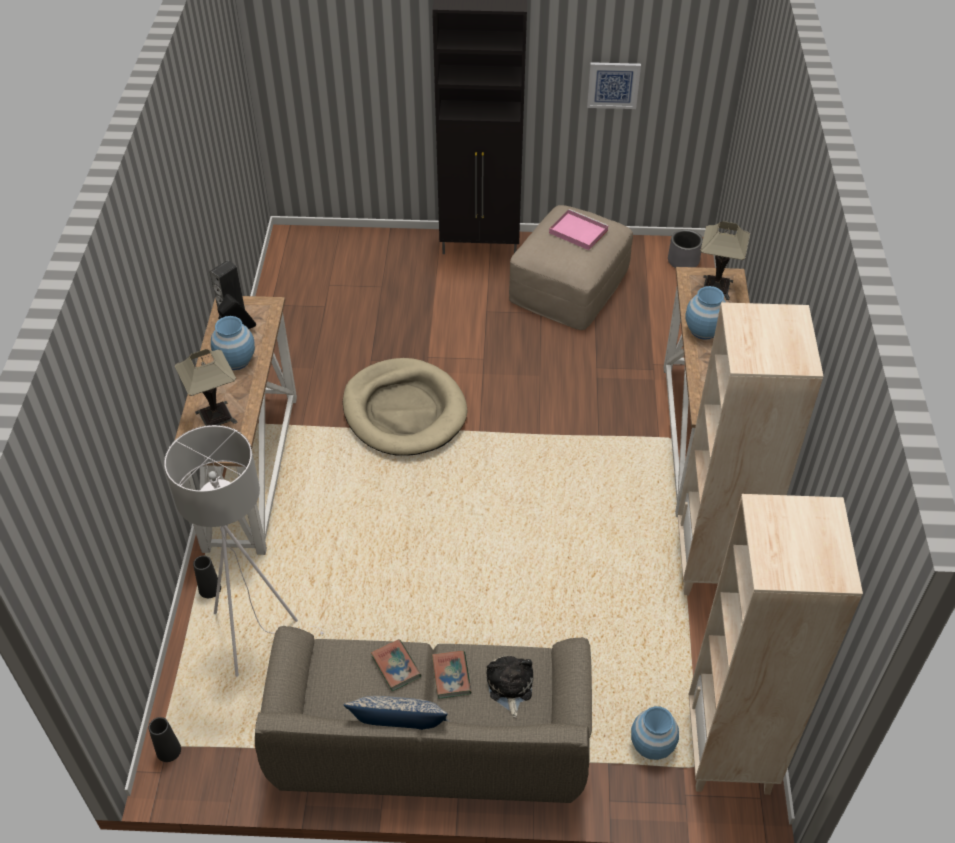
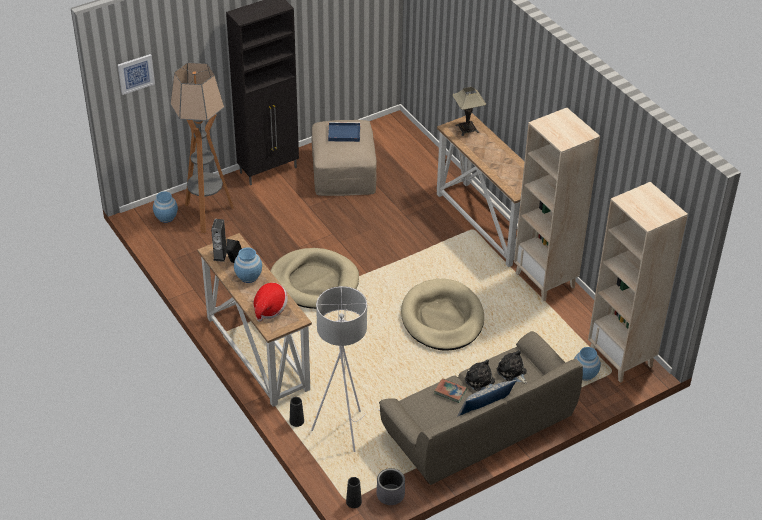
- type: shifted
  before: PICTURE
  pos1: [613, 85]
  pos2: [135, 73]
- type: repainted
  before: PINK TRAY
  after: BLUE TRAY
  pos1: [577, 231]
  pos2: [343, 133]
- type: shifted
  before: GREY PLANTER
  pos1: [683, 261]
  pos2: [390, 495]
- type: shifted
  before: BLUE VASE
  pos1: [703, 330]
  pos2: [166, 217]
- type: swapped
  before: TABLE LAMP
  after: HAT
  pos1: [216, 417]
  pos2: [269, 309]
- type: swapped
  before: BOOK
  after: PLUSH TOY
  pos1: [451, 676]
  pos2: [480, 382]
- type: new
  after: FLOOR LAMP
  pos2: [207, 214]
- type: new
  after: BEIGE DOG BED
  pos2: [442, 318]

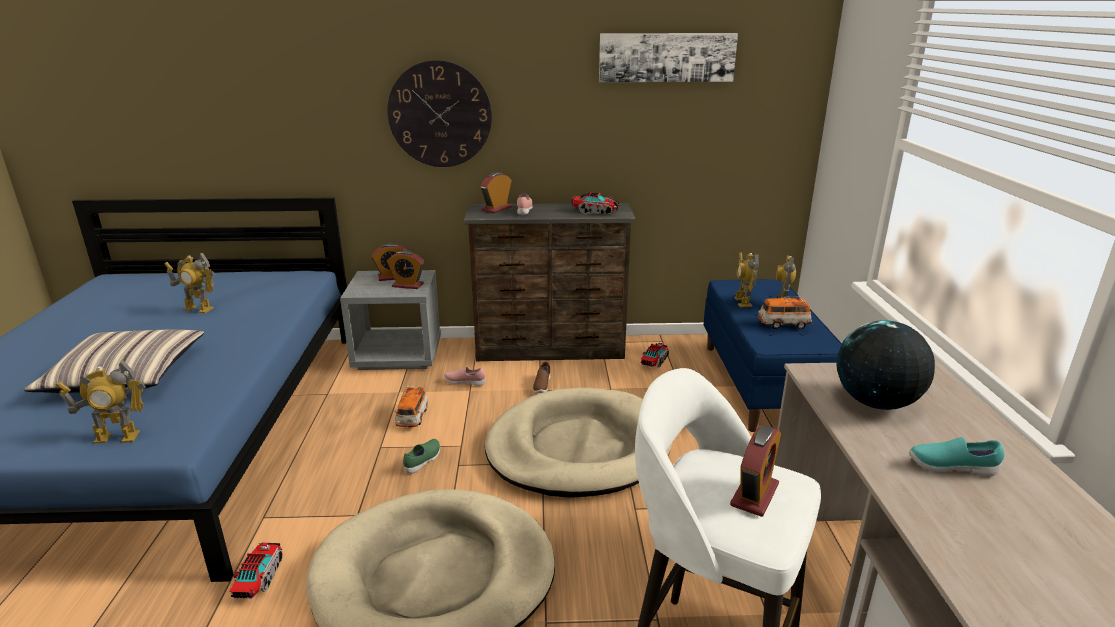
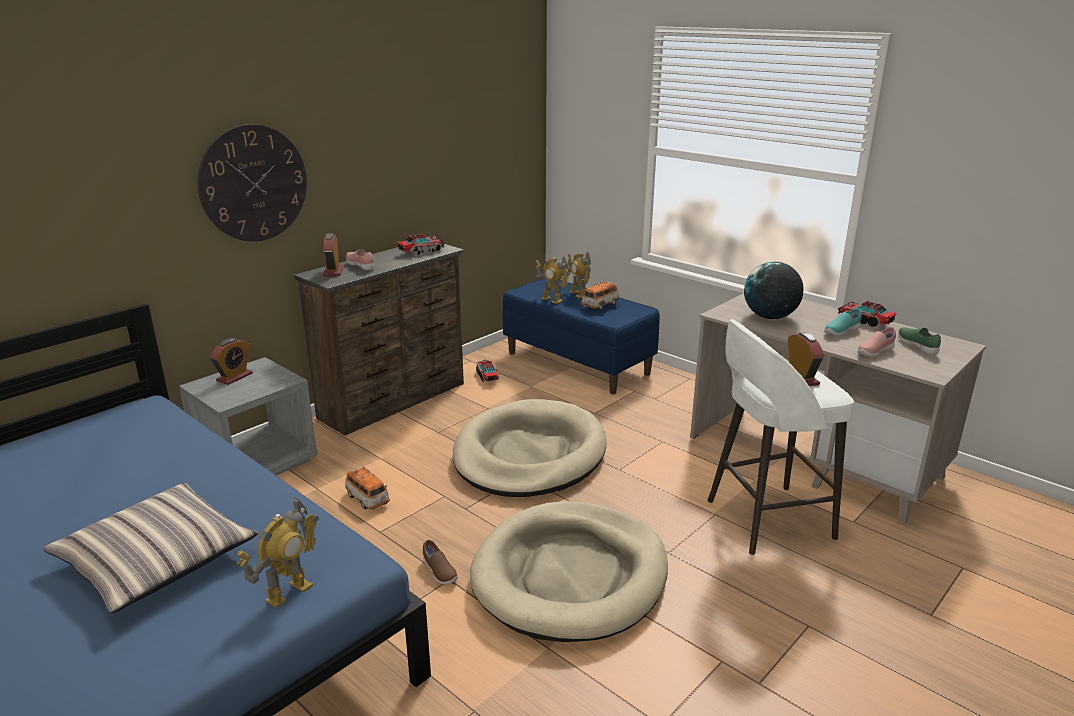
- type: gone
  before: PICTURE
  pos1: [666, 57]
- type: gone
  before: ALARM CLOCK
  pos1: [407, 285]
- type: gone
  before: TOY ROBOT
  pos1: [198, 309]
- type: shifted
  before: BROWN SHOE
  pos1: [542, 386]
  pos2: [439, 572]
- type: shifted
  before: PINK SHOE
  pos1: [465, 382]
  pos2: [874, 352]
- type: shifted
  before: GREEN SHOE
  pos1: [423, 461]
  pos2: [917, 346]
- type: shifted
  before: TOY TRUCK
  pos1: [259, 577]
  pos2: [864, 321]

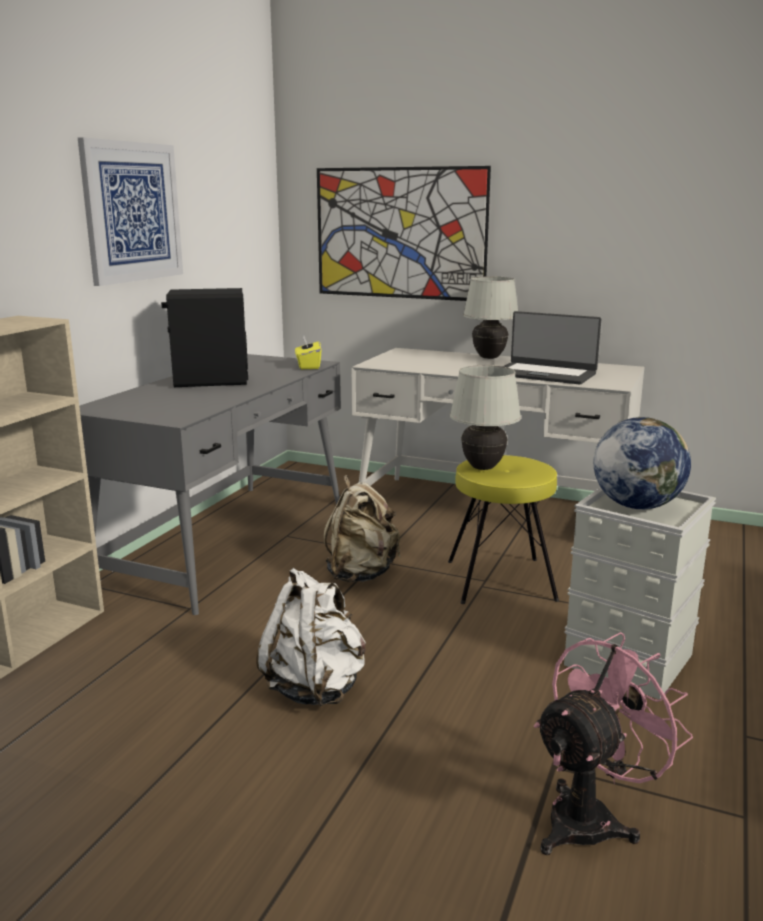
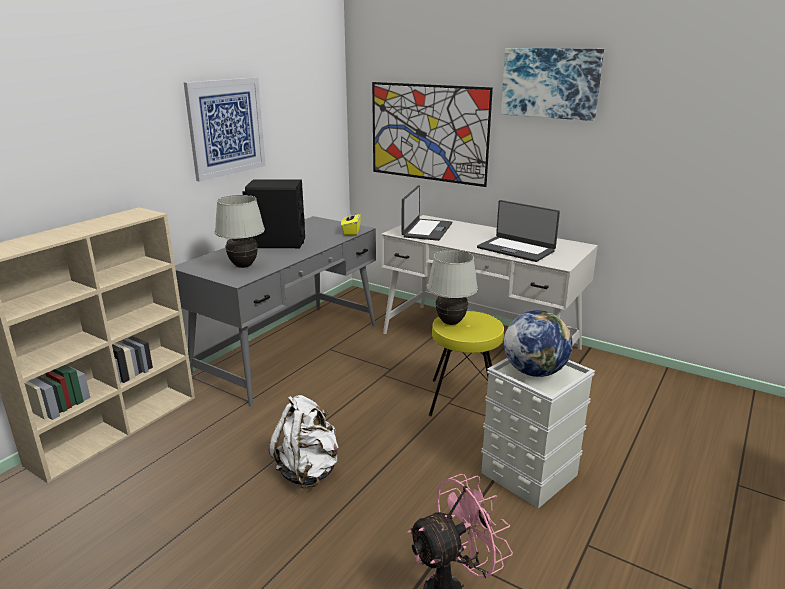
- type: shifted
  before: WHITE TABLE LAMP
  pos1: [489, 358]
  pos2: [243, 266]
- type: gone
  before: BEIGE BACKPACK
  pos1: [360, 574]
- type: new
  after: PICTURE
  pos2: [550, 83]
- type: new
  after: LAPTOP
  pos2: [426, 230]

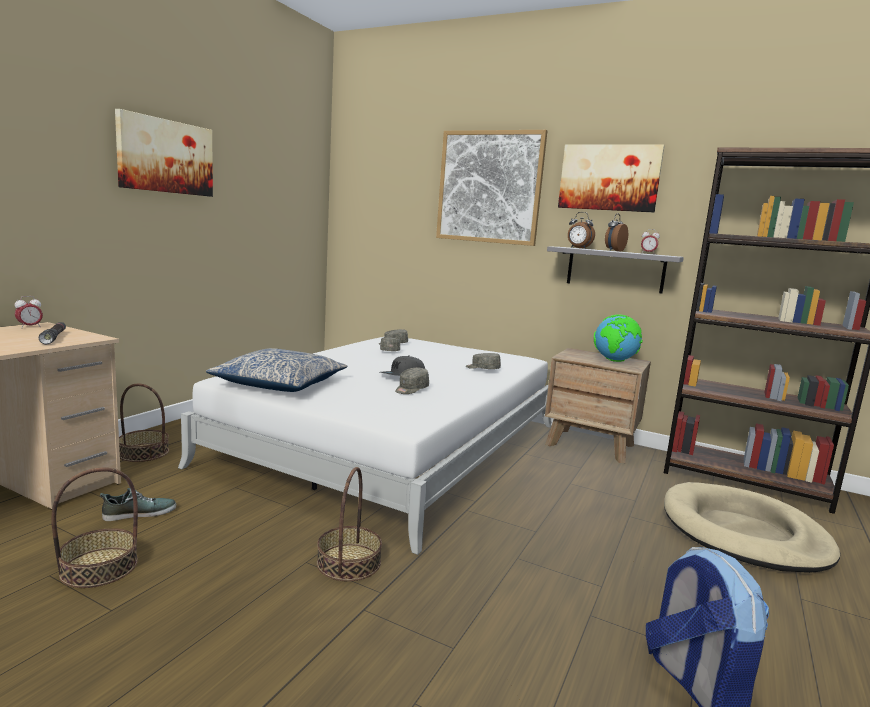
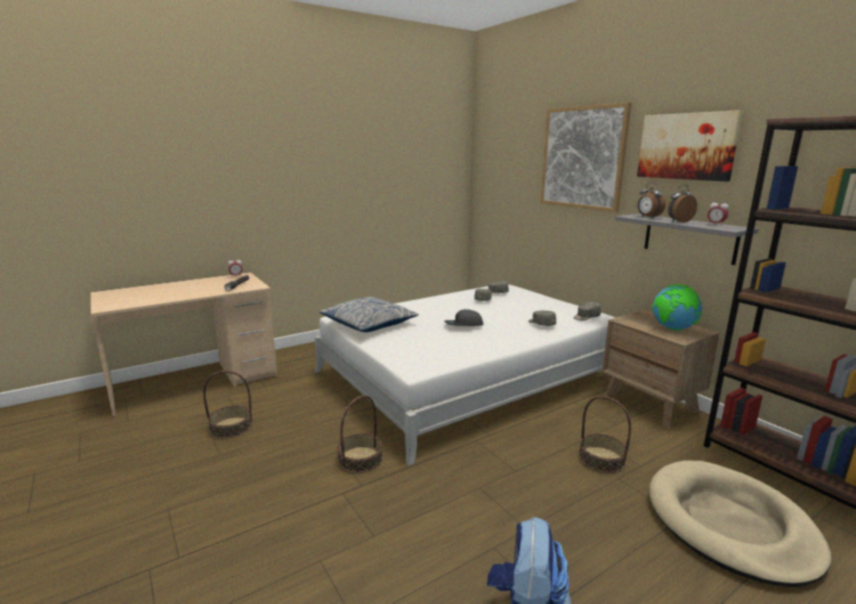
- type: gone
  before: PICTURE
  pos1: [166, 156]
- type: shifted
  before: GREY CAP
  pos1: [411, 389]
  pos2: [586, 317]
- type: shifted
  before: BASKET
  pos1: [143, 452]
  pos2: [601, 459]
- type: gone
  before: SHOE
  pos1: [139, 513]

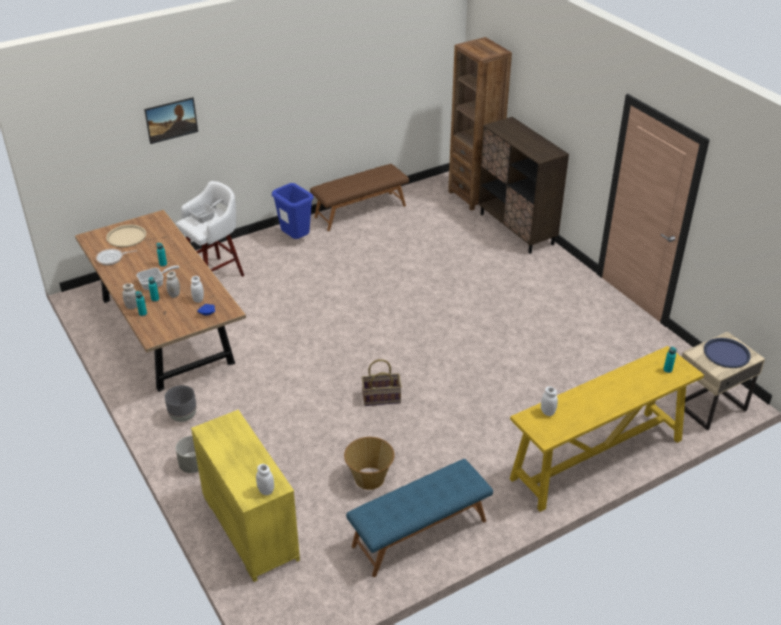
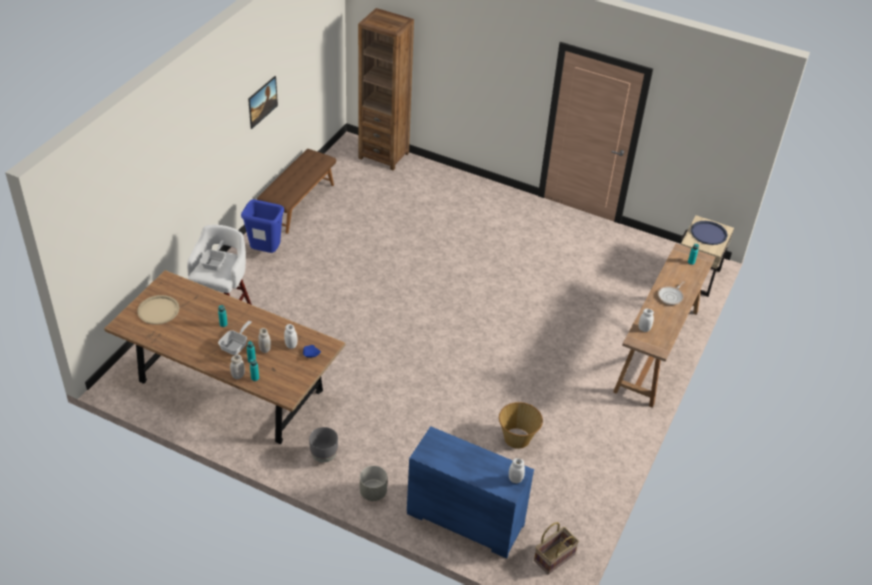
- type: shifted
  before: PICTURE
  pos1: [172, 128]
  pos2: [263, 109]
- type: gone
  before: BROWN CABINET
  pos1: [516, 229]
- type: shifted
  before: FRYING PAN
  pos1: [112, 258]
  pos2: [671, 296]
- type: repainted
  before: YELLOW CONSOLE TABLE
  after: BROWN CONSOLE TABLE
  pos1: [596, 459]
  pos2: [656, 351]
- type: shifted
  before: BASKET
  pos1: [381, 397]
  pos2: [554, 556]
- type: repainted
  before: YELLOW DRESSER
  after: BLUE DRESSER
  pos1: [249, 528]
  pos2: [464, 520]
- type: gone
  before: BLUE BENCH
  pos1: [420, 534]

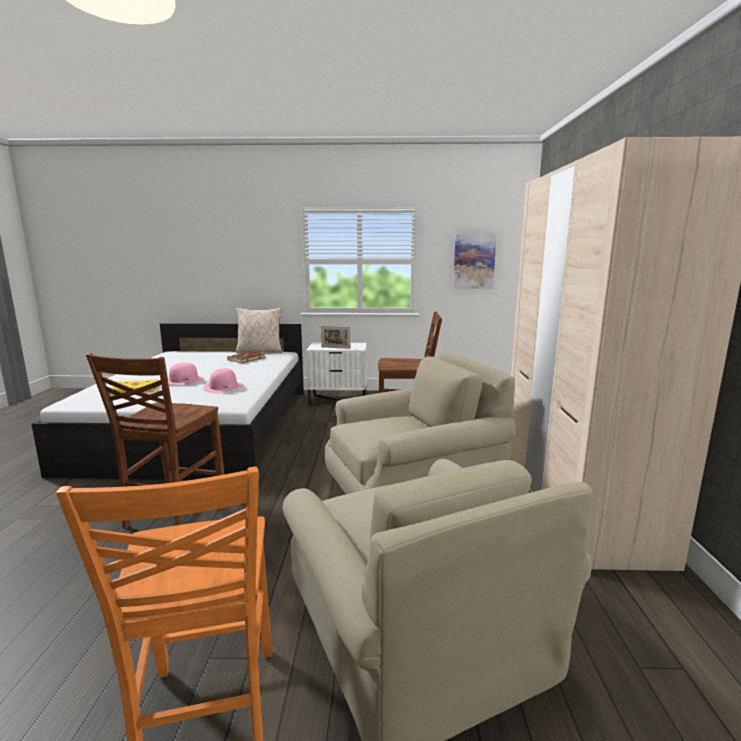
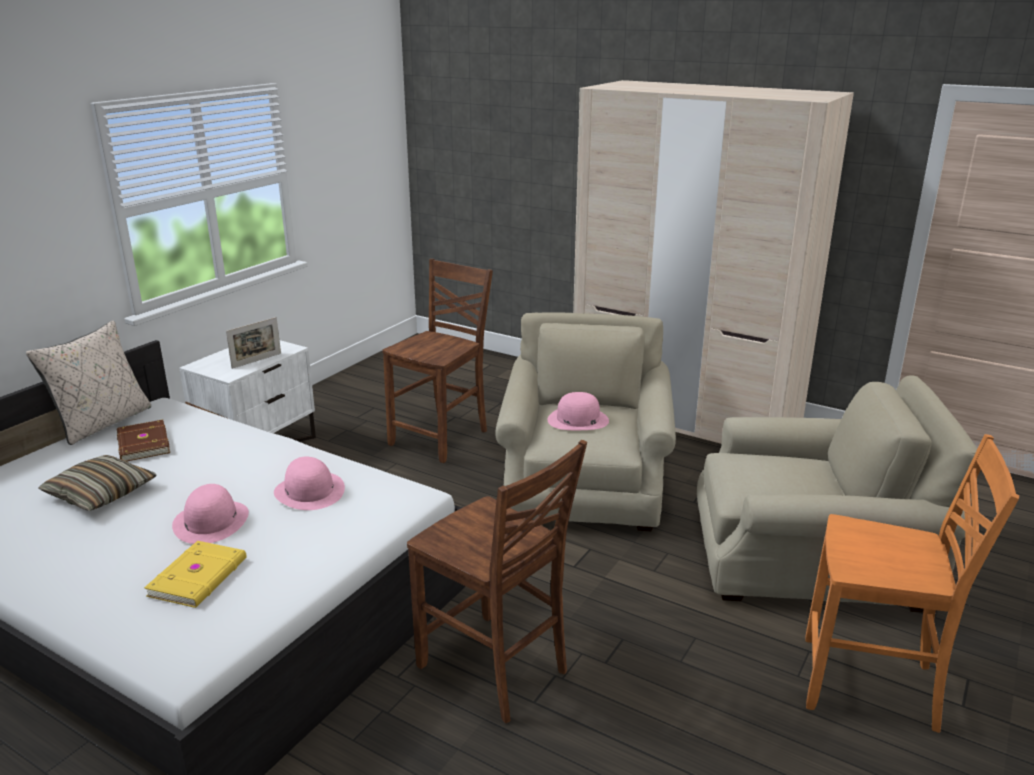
- type: gone
  before: PICTURE
  pos1: [474, 262]
- type: new
  after: PINK HAT
  pos2: [578, 420]
- type: new
  after: PILLOW
  pos2: [100, 493]

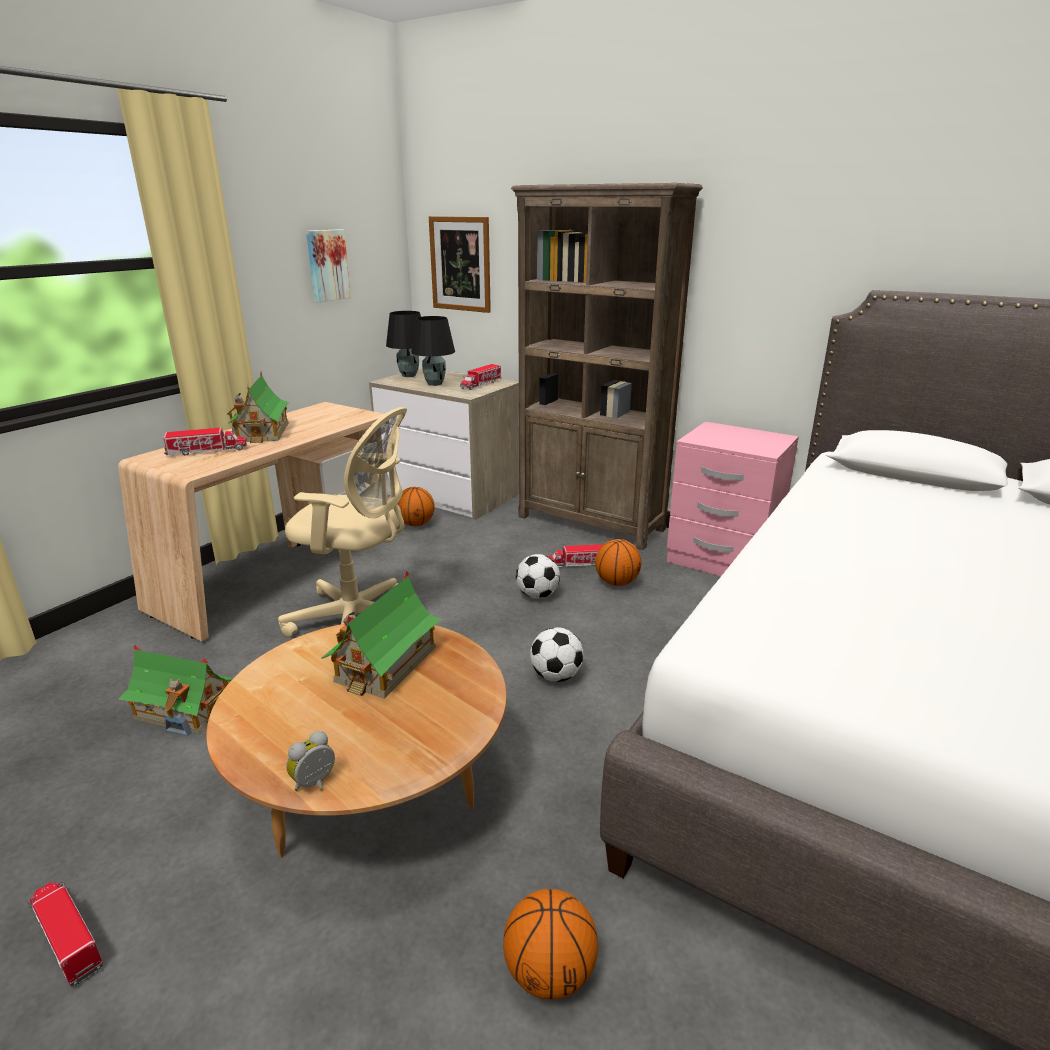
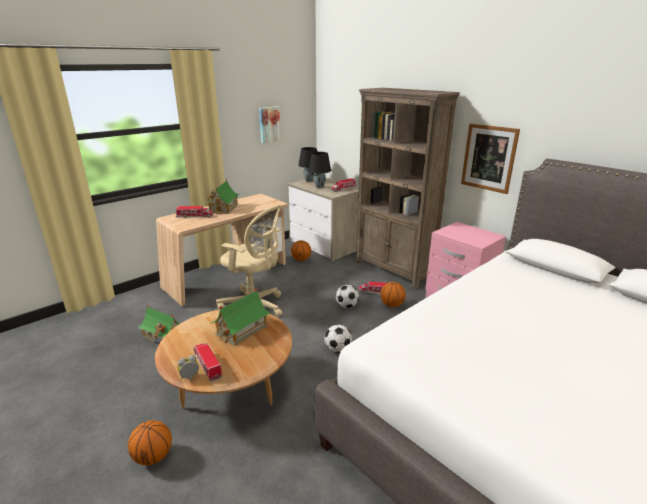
- type: shifted
  before: PICTURE
  pos1: [460, 264]
  pos2: [489, 158]
- type: shifted
  before: TOY TRUCK
  pos1: [66, 936]
  pos2: [207, 364]
- type: shifted
  before: BASKETBALL
  pos1: [549, 973]
  pos2: [153, 457]

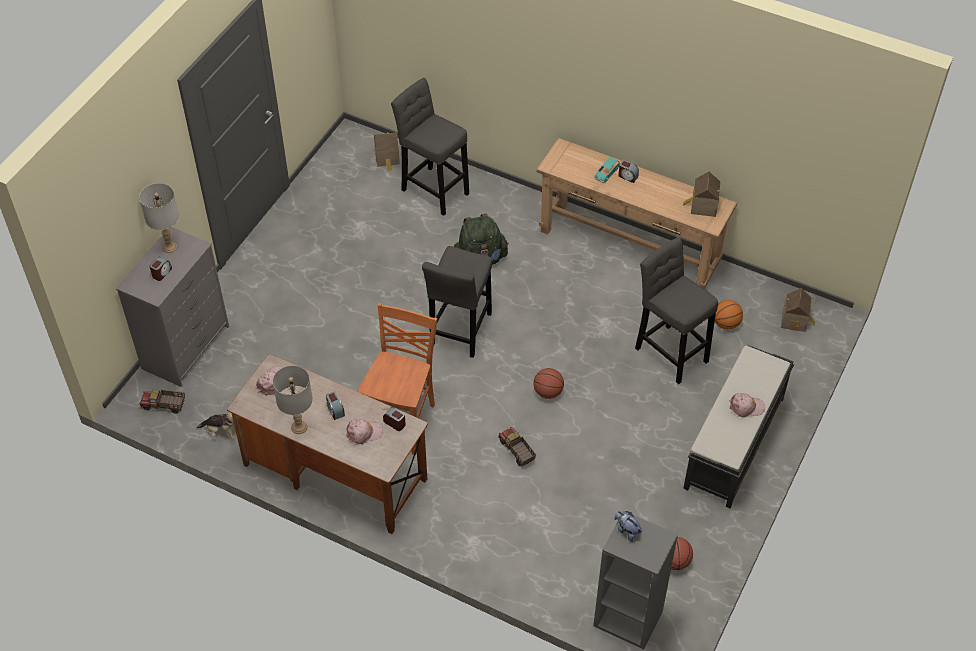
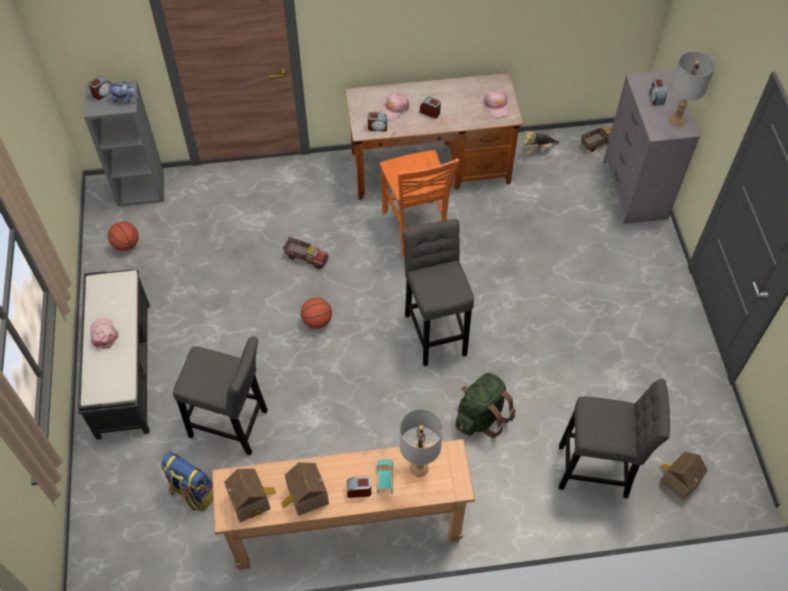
- type: shifted
  before: TOY HOUSE
  pos1: [795, 320]
  pos2: [306, 497]
- type: swapped
  before: BASKETBALL
  after: BACKPACK
  pos1: [726, 323]
  pos2: [192, 492]
- type: shifted
  before: GREY TABLE LAMP
  pos1: [299, 427]
  pos2: [419, 467]
- type: rotated
  before: PINK CAP
  pos1: [746, 407]
  pos2: [103, 334]
  turn: 105
- type: new
  after: ALARM CLOCK
  pos2: [102, 93]

